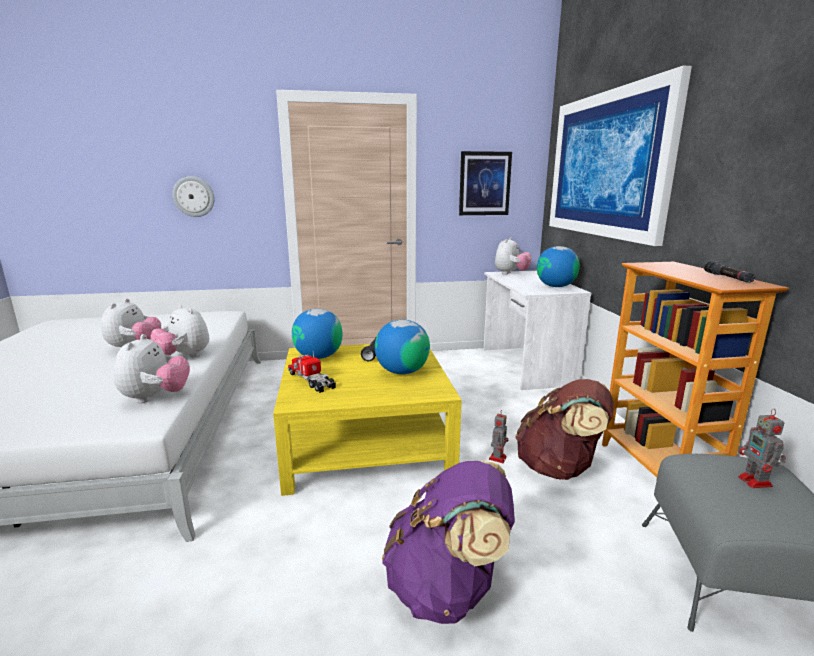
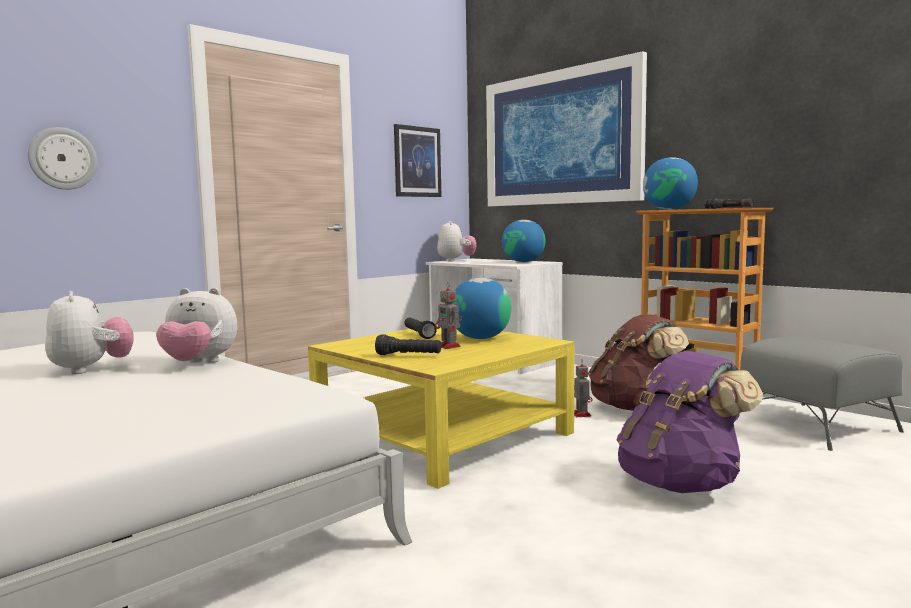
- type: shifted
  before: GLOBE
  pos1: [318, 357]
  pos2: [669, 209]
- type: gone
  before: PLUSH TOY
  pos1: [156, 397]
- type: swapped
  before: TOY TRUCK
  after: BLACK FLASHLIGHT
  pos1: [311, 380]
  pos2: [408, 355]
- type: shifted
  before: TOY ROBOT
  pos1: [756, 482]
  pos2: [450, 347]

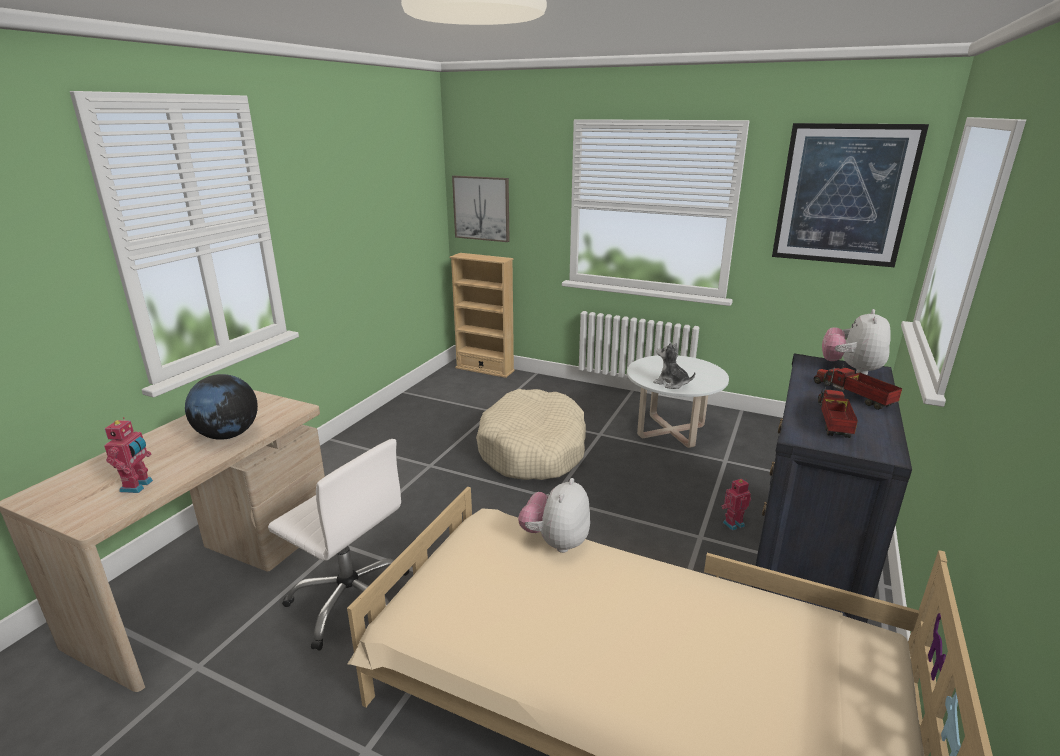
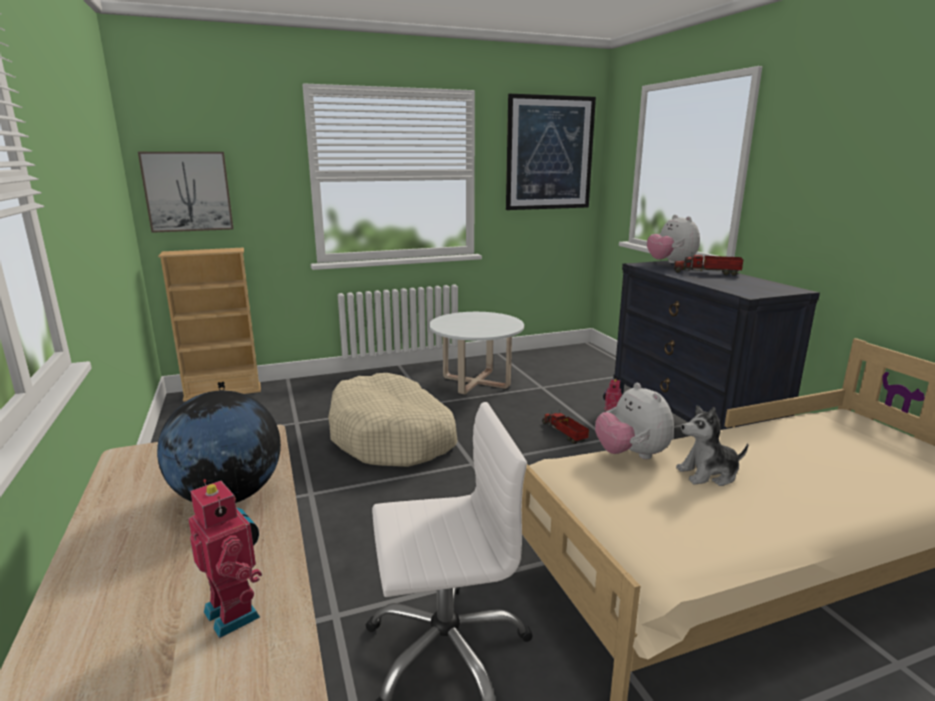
- type: shifted
  before: PLUSH TOY
  pos1: [671, 383]
  pos2: [708, 474]
- type: shifted
  before: TOY TRUCK
  pos1: [832, 421]
  pos2: [564, 433]

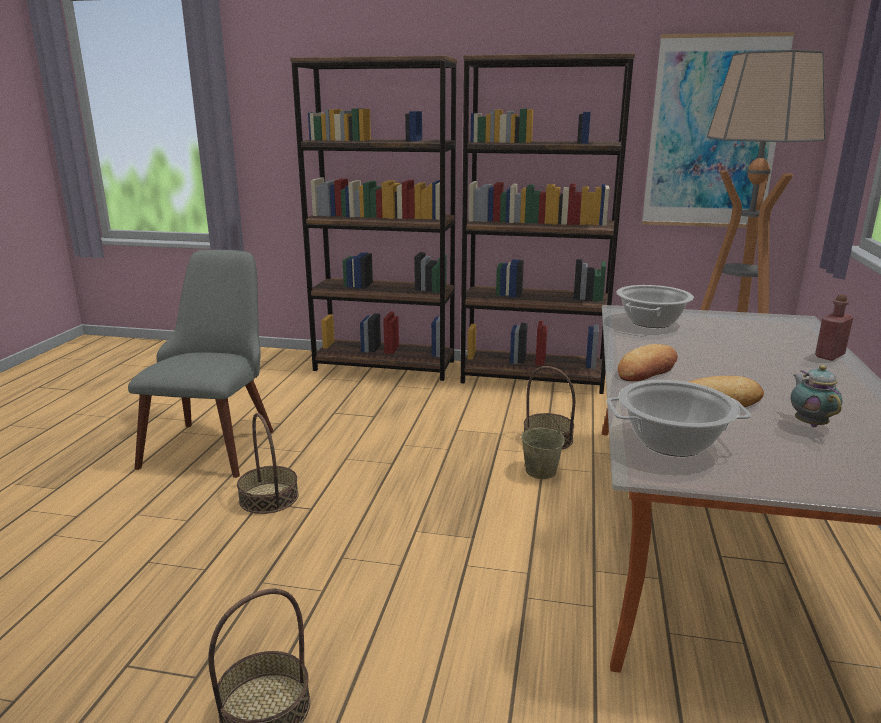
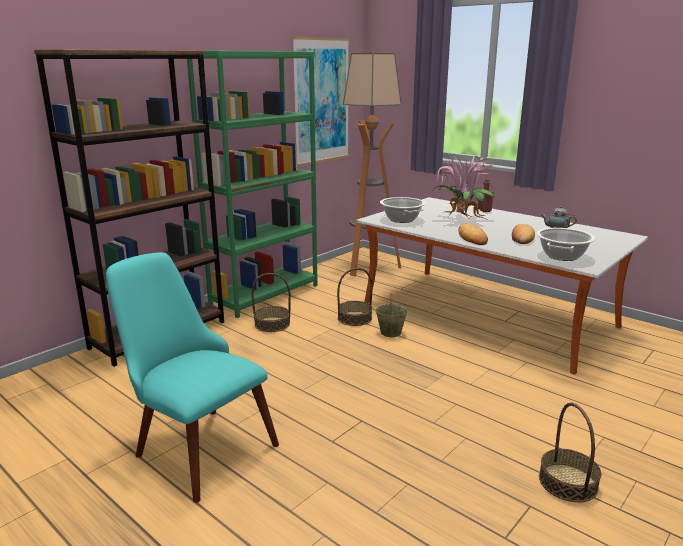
- type: repainted
  before: BROWN BOOKCASE
  after: GREEN BOOKCASE
  pos1: [533, 377]
  pos2: [265, 295]
- type: repainted
  before: GREY CHAIR
  after: TURQUOISE CHAIR
  pos1: [216, 441]
  pos2: [195, 444]
- type: shifted
  before: BASKET
  pos1: [269, 497]
  pos2: [272, 324]
- type: new
  after: POTTED PLANT
  pos2: [460, 219]

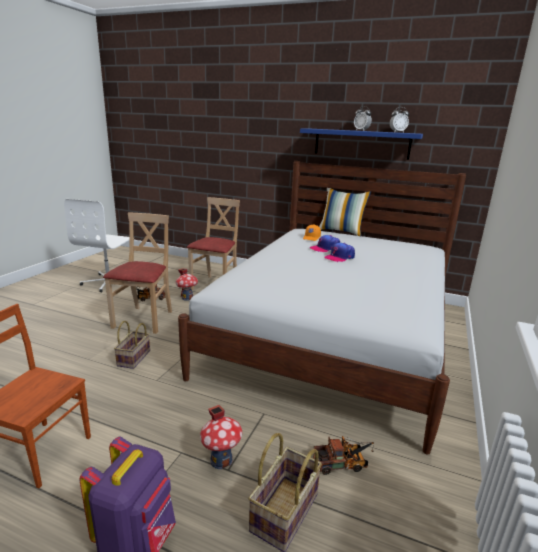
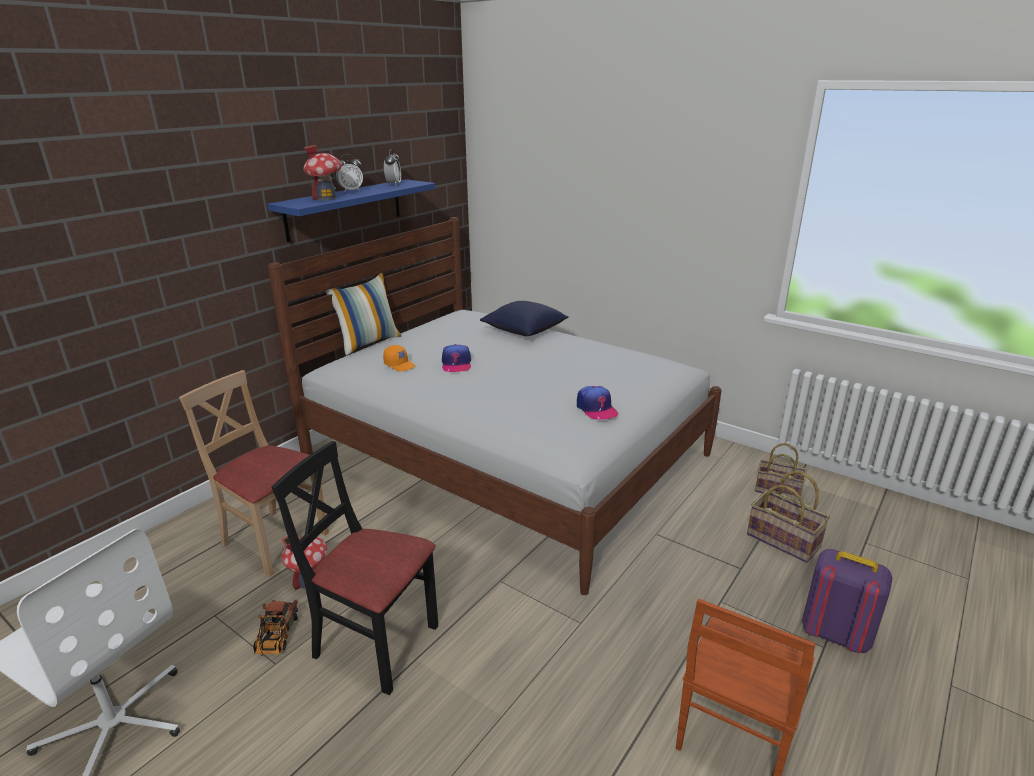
- type: repainted
  before: BEIGE CHAIR
  after: BLACK CHAIR
  pos1: [144, 319]
  pos2: [375, 643]
- type: shifted
  before: CAP
  pos1: [339, 257]
  pos2: [596, 408]
- type: shifted
  before: BASKET
  pos1: [134, 359]
  pos2: [779, 490]
- type: shifted
  before: TOY HOUSE
  pos1: [221, 460]
  pos2: [326, 198]
- type: gone
  before: TOY TRUCK
  pos1: [343, 464]
- type: new
  after: BLUE PILLOW
  pos2: [524, 331]

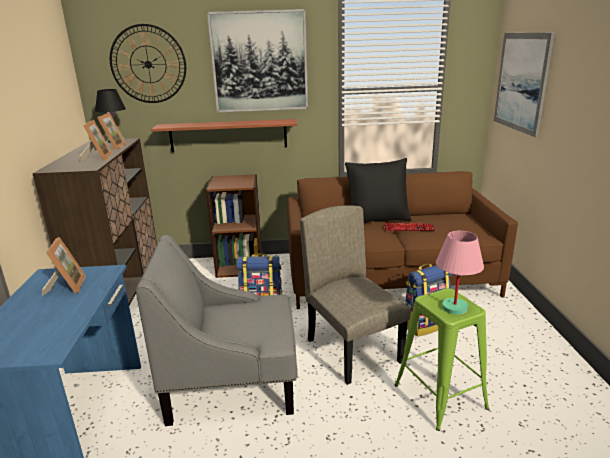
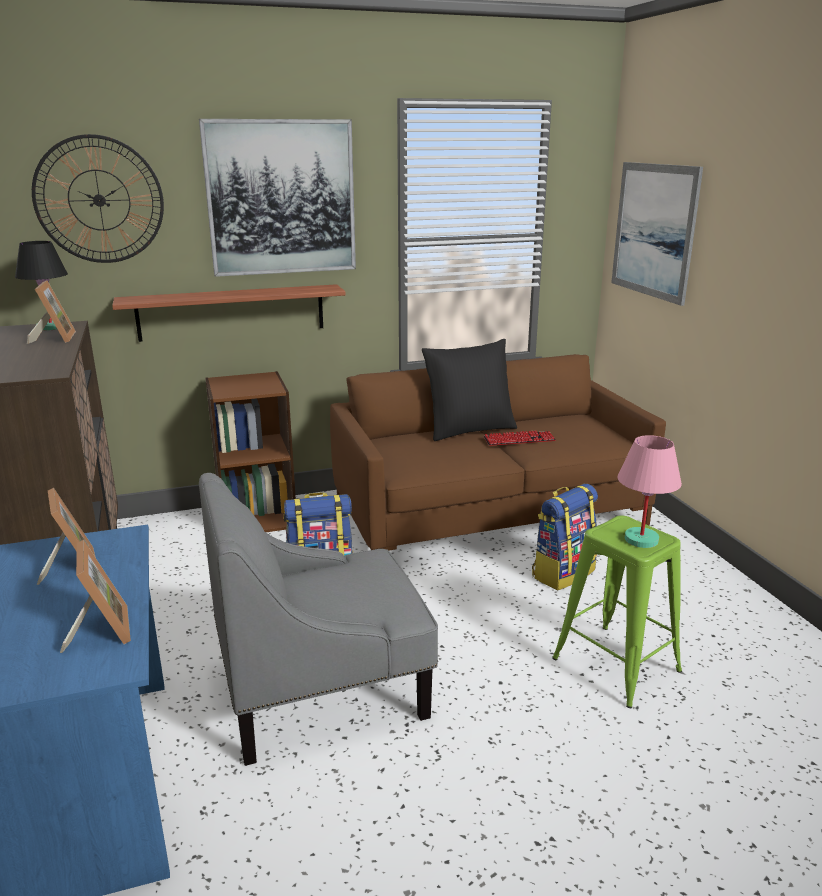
- type: shifted
  before: PICTURE FRAME
  pos1: [98, 158]
  pos2: [100, 630]
- type: gone
  before: BEIGE CHAIR
  pos1: [354, 350]

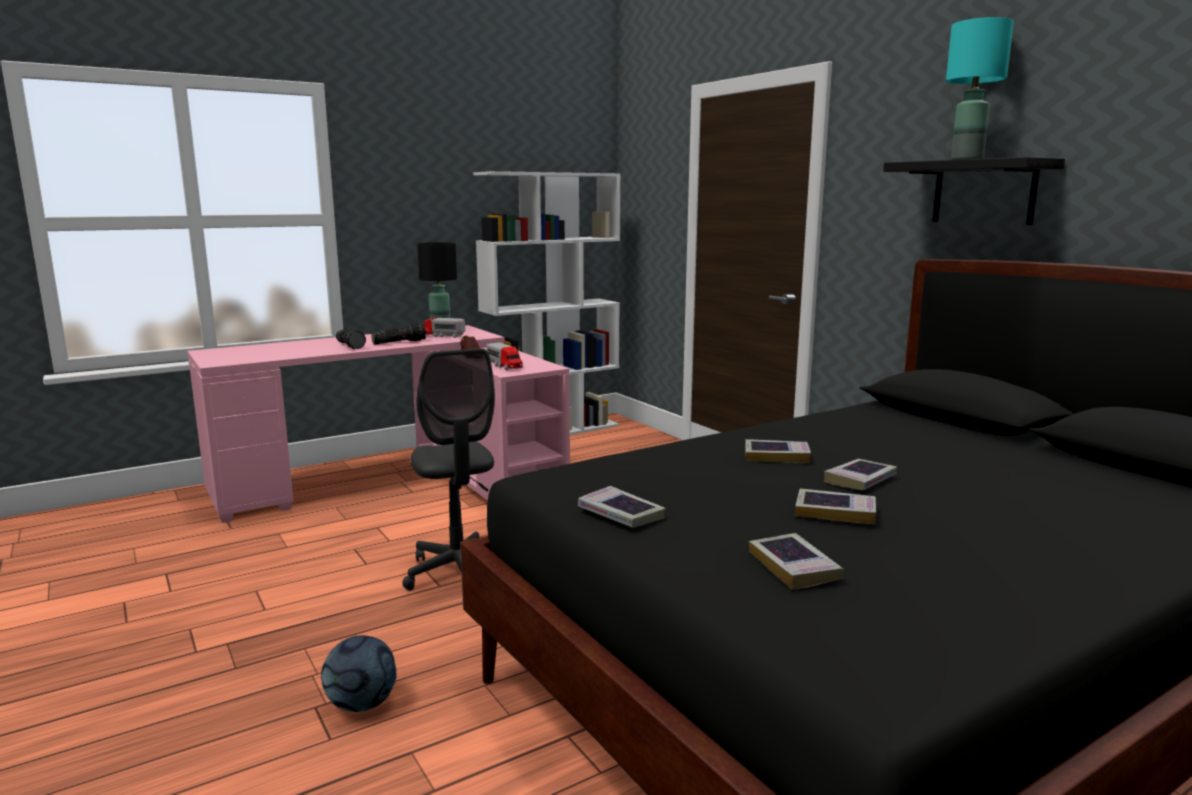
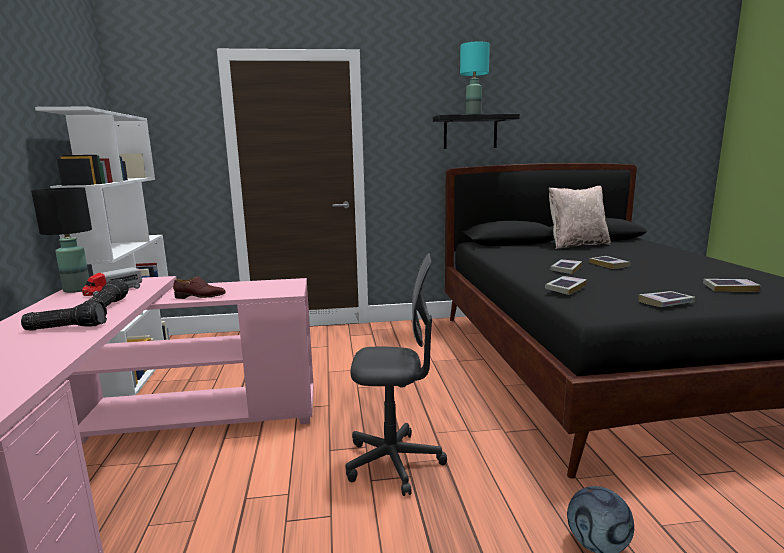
- type: gone
  before: TOY TRUCK
  pos1: [505, 365]
- type: shifted
  before: BOOK
  pos1: [835, 512]
  pos2: [565, 288]
- type: new
  after: BEIGE PILLOW
  pos2: [576, 245]

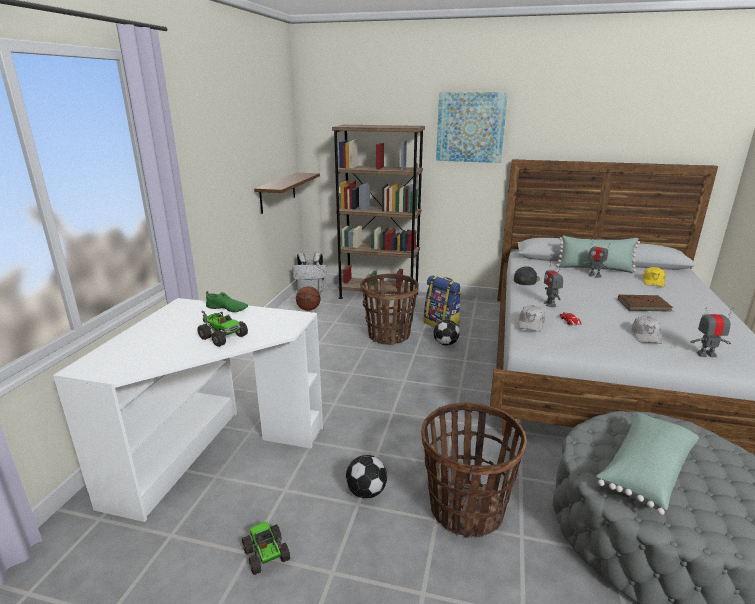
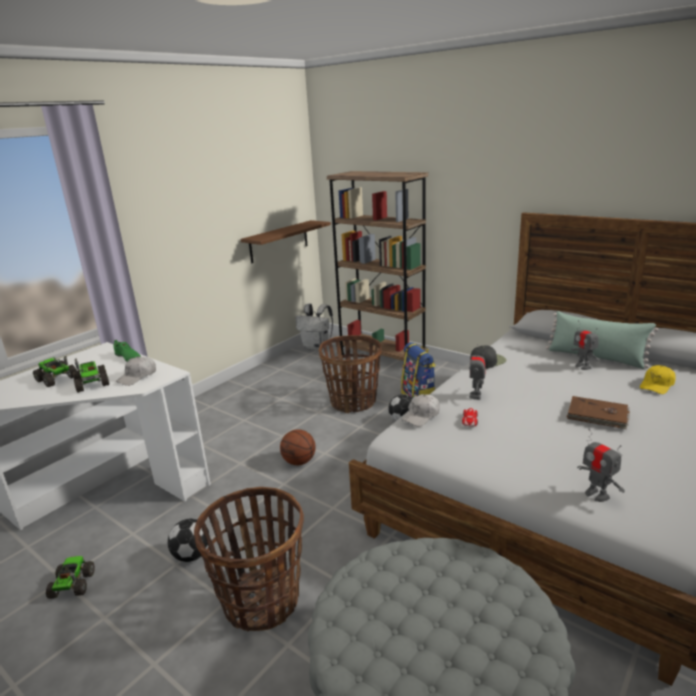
- type: gone
  before: PICTURE
  pos1: [470, 127]
- type: shifted
  before: BASKETBALL
  pos1: [309, 309]
  pos2: [299, 462]
- type: rotated
  before: TOY ROBOT
  pos1: [706, 354]
  pos2: [596, 494]
  turn: -150
- type: shifted
  before: WHITE CAP
  pos1: [646, 336]
  pos2: [137, 377]
- type: gone
  before: GREEN PILLOW
  pos1: [644, 470]
- type: new
  after: TOY TRUCK
  pos2: [57, 379]

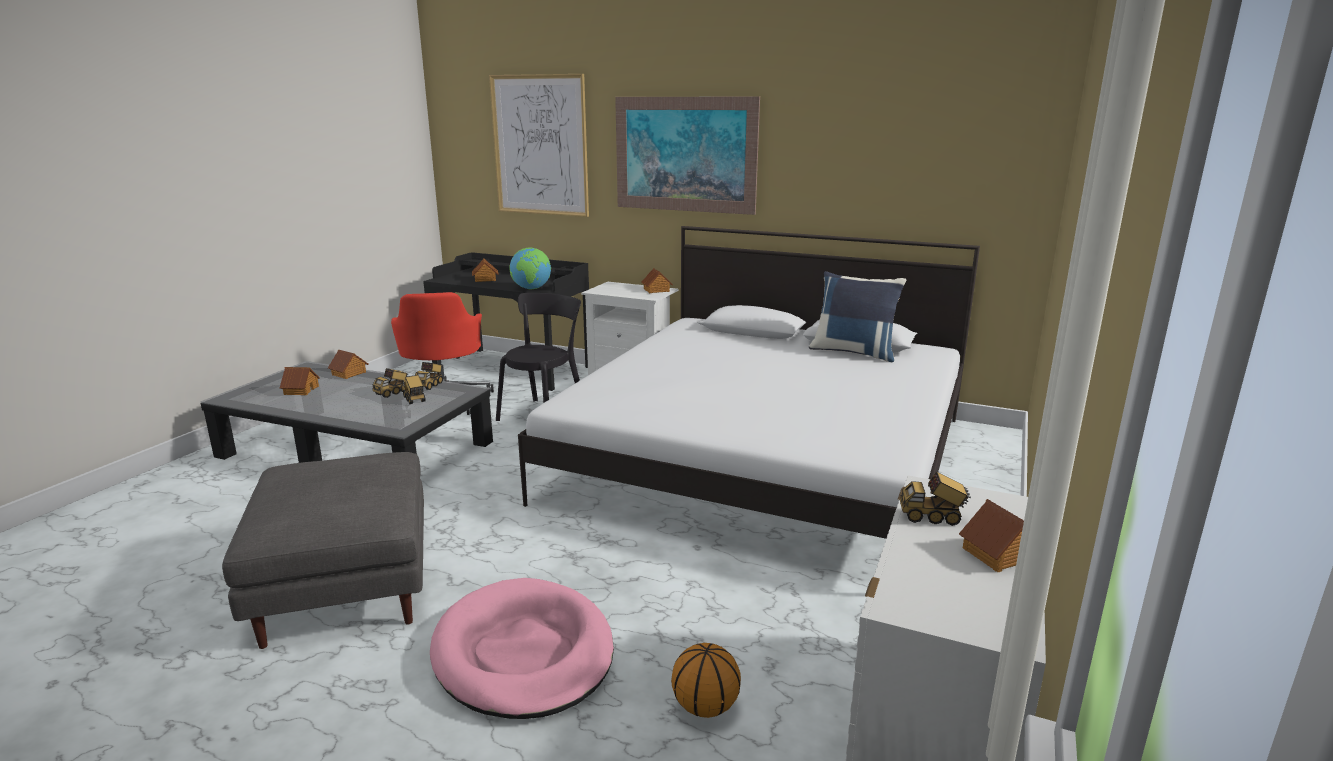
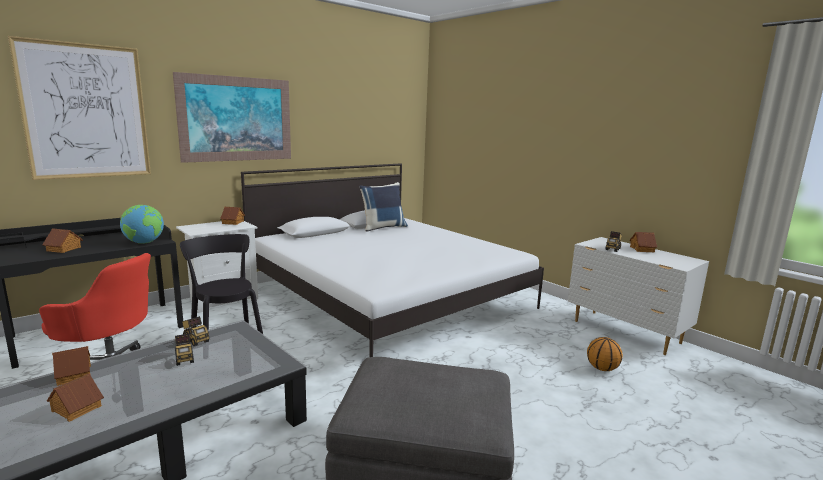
- type: gone
  before: TOY TRUCK
  pos1: [414, 400]
- type: gone
  before: PINK DOG BED
  pos1: [523, 653]

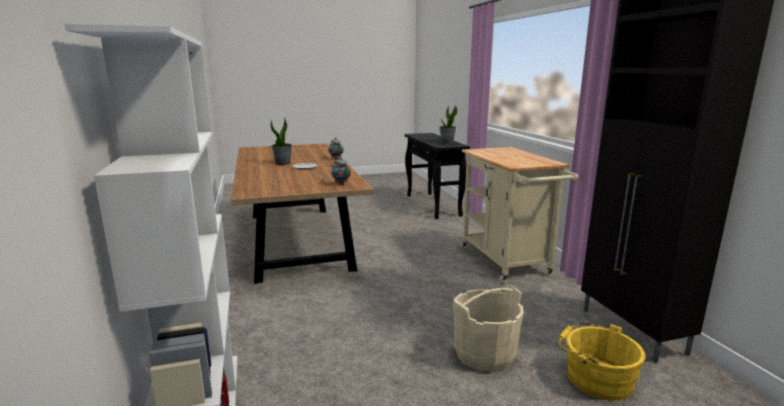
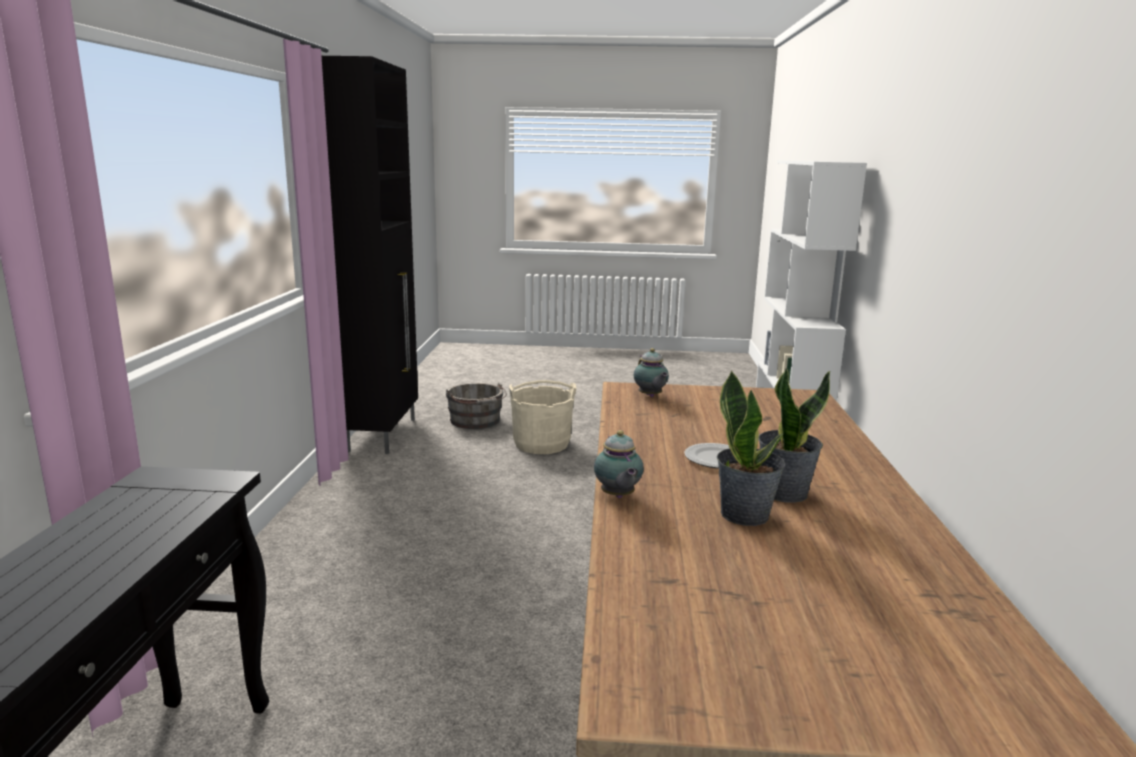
- type: shifted
  before: POTTED PLANT
  pos1: [447, 142]
  pos2: [745, 514]
- type: gone
  before: BEIGE CART
  pos1: [507, 263]
- type: repainted
  before: YELLOW BUCKET
  after: GREY BUCKET
  pos1: [595, 377]
  pos2: [476, 421]

